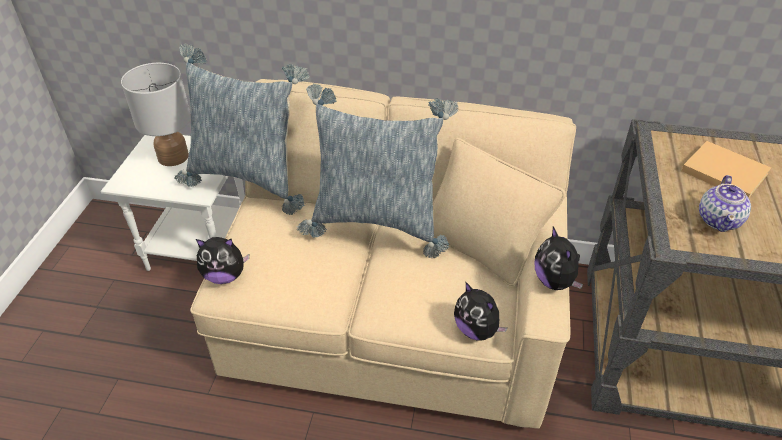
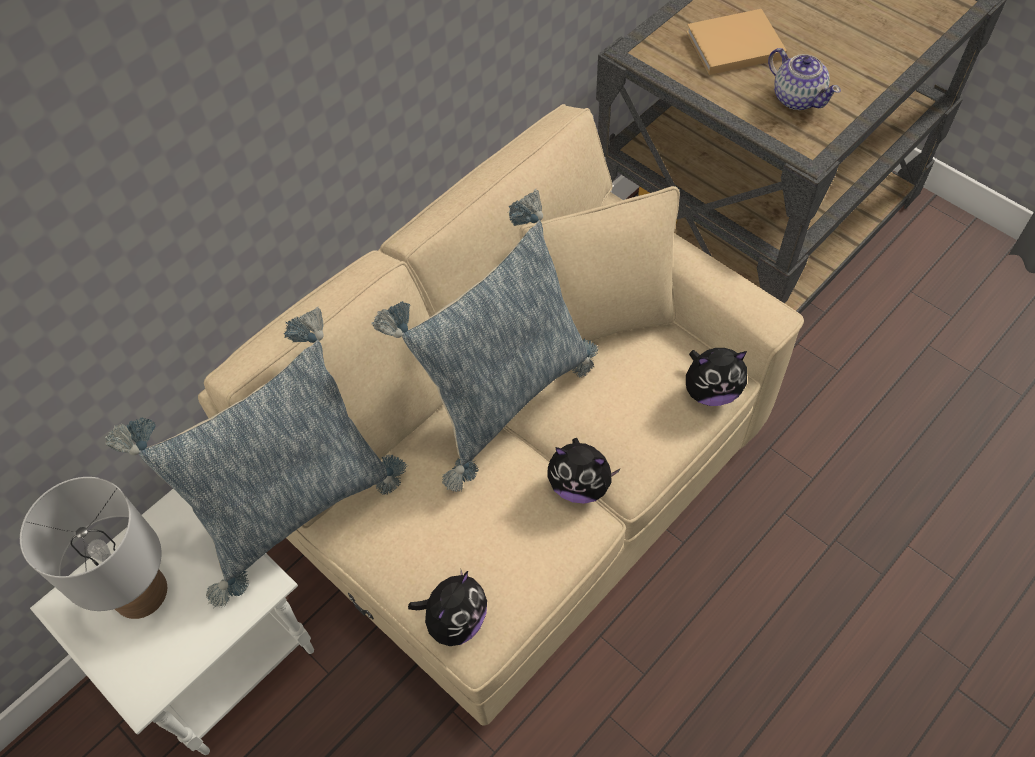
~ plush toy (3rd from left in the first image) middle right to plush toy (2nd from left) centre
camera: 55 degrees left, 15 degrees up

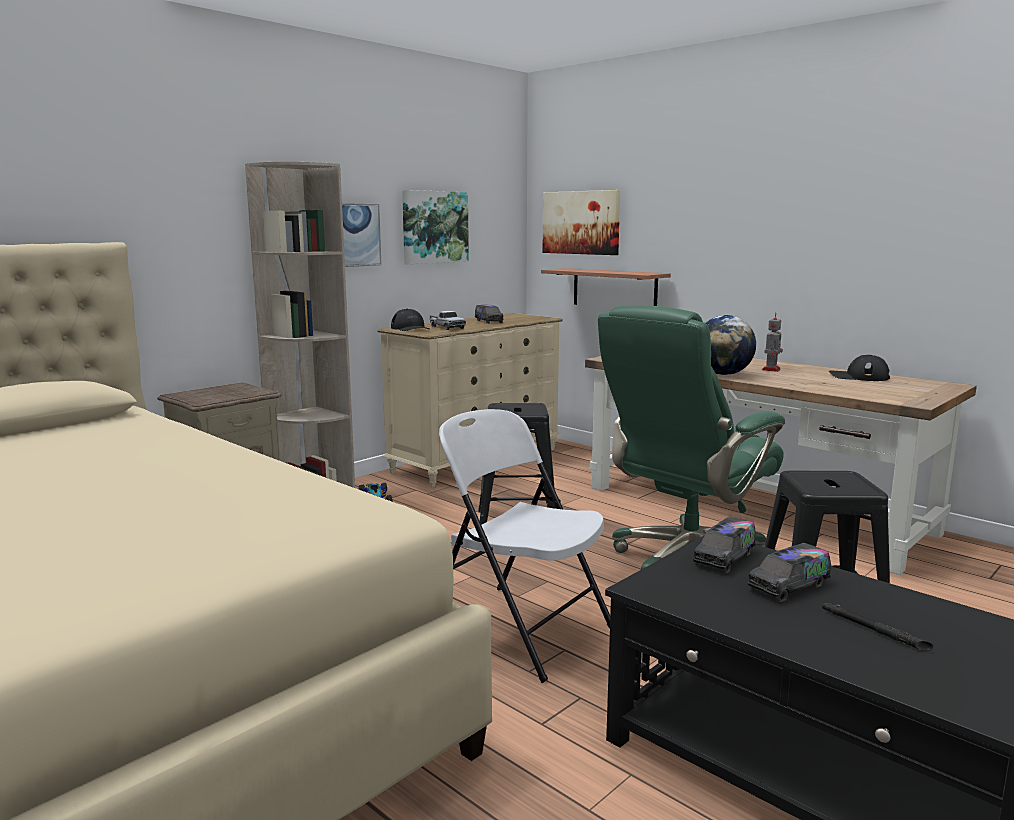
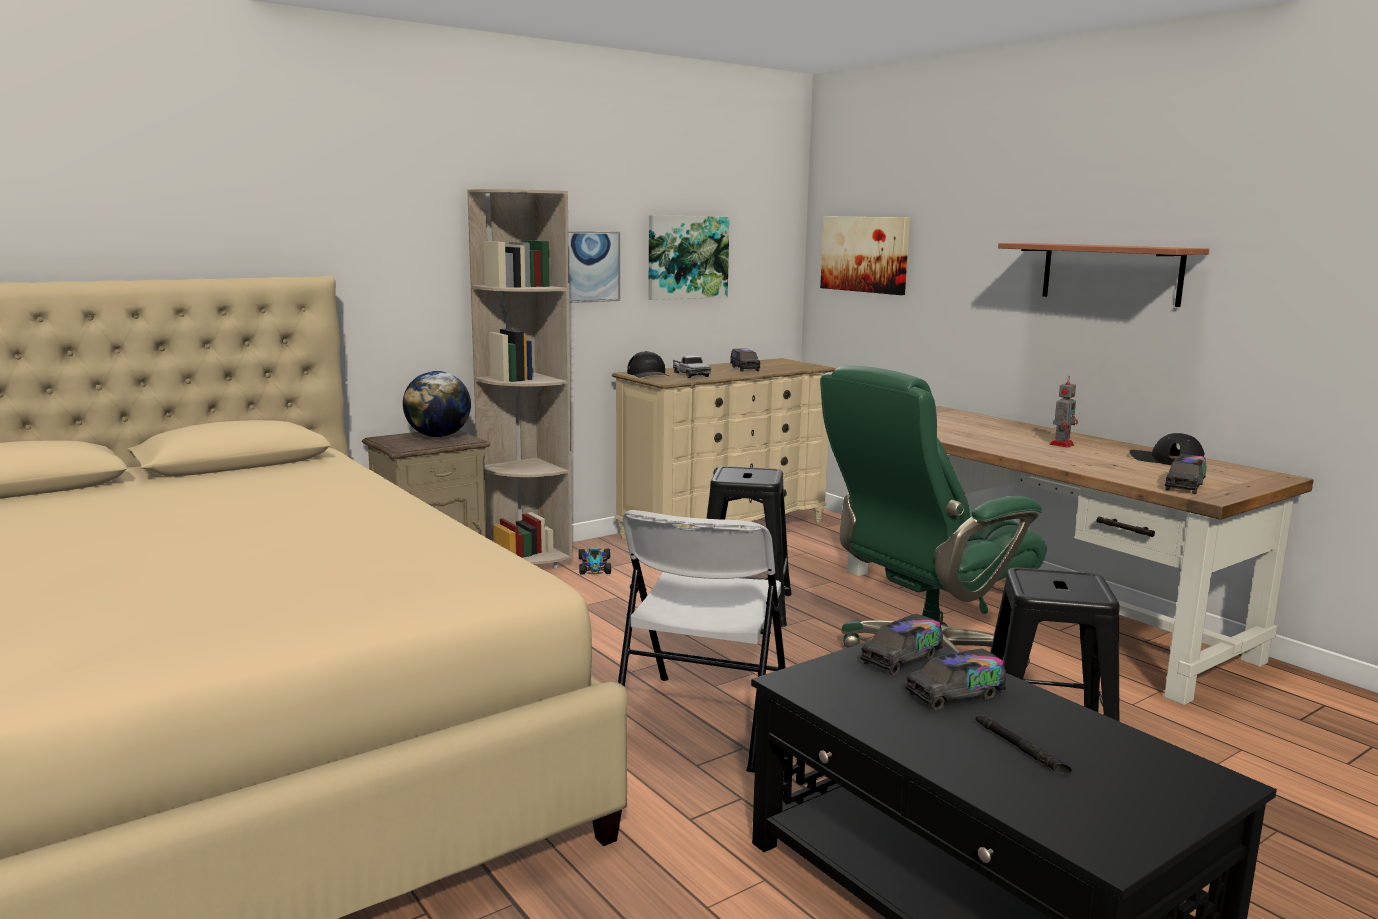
~ globe middle right to middle left
~ chair (white) centre = bottom centre 120 degrees counterclockwise
~ shelf centre to top right
+ toy truck (5th from left) middle right
camera: 10 degrees right, 0 degrees up

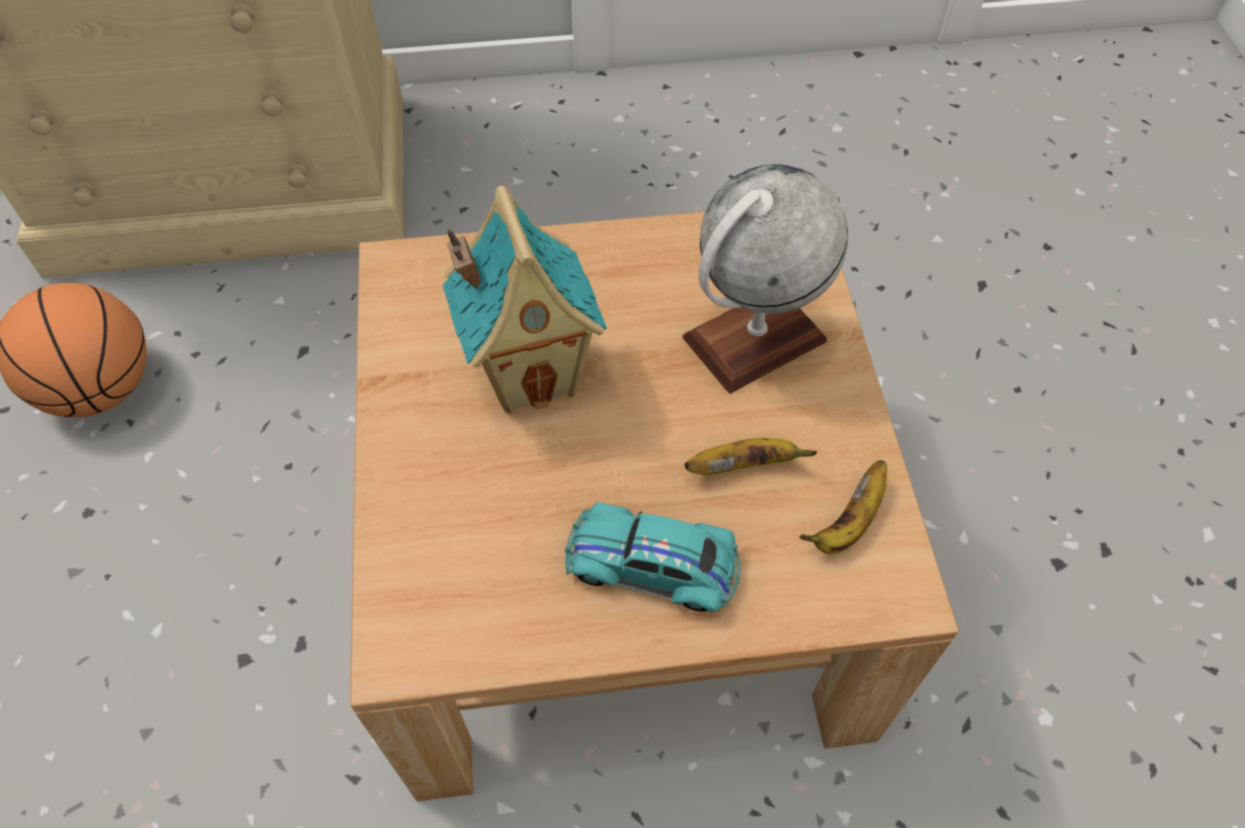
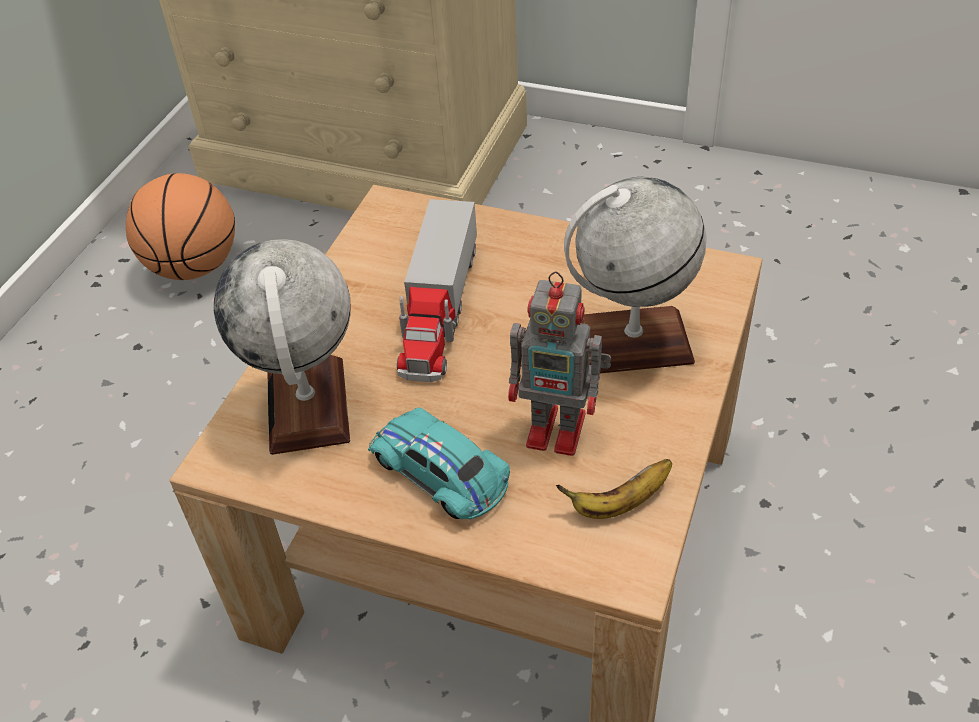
+ globe (1st from left) middle left
~ toy house centre to toy truck centre
~ banana (1st from left) centre to toy robot centre
camera: 30 degrees right, 10 degrees down

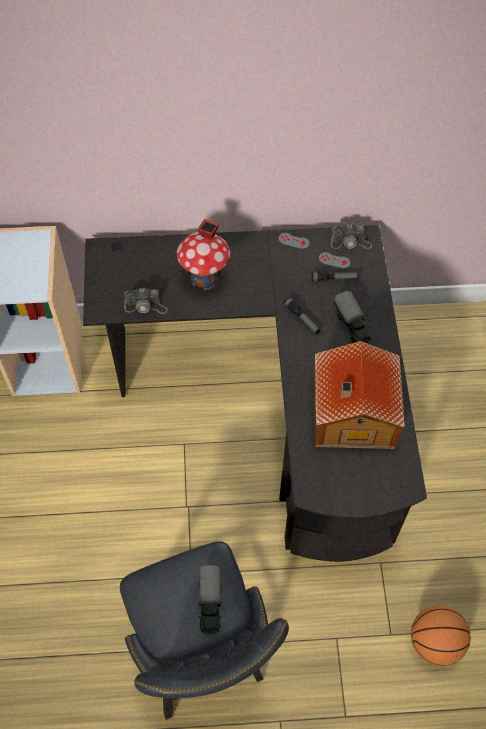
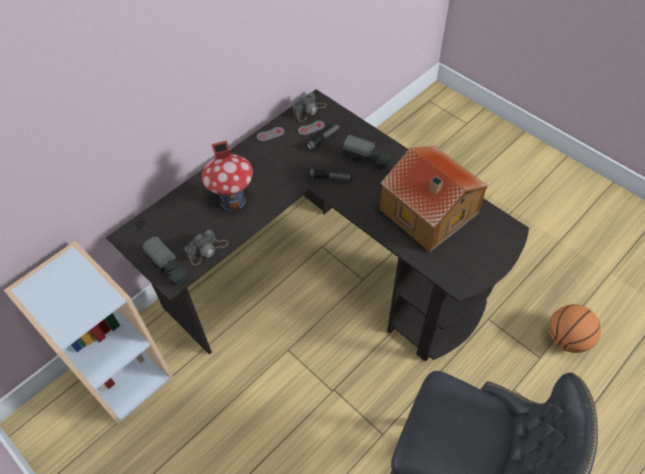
~ toy truck (1st from left) bottom centre to middle left
camera: 40 degrees left, 5 degrees down

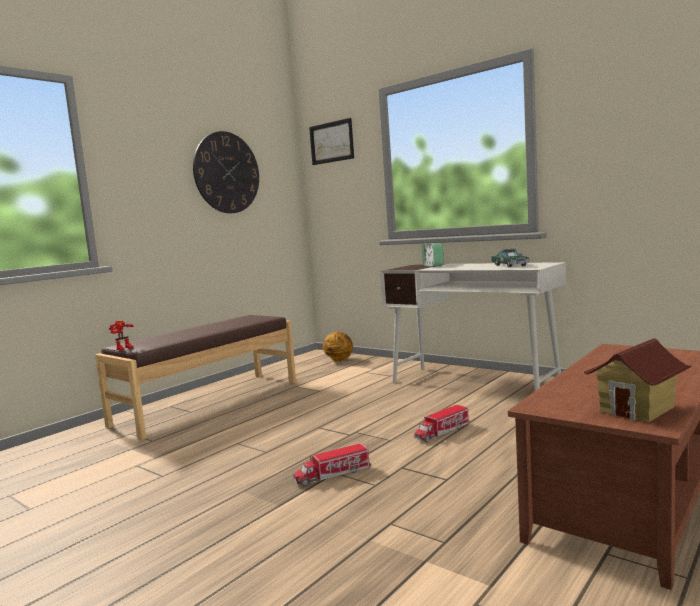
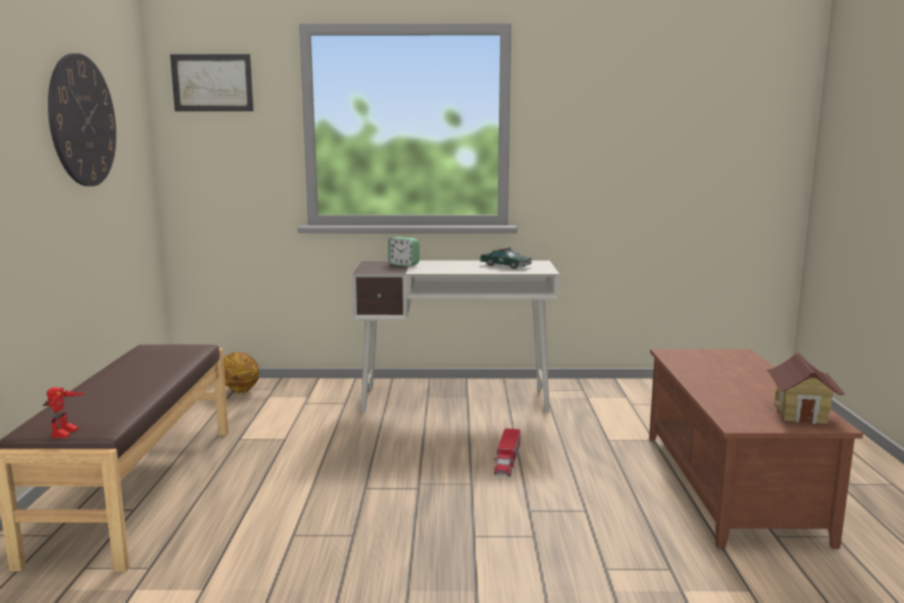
- toy truck (1st from left) bottom centre
camera: 40 degrees left, 5 degrees up

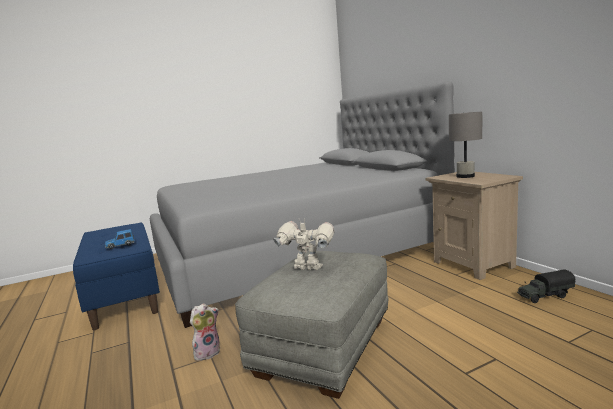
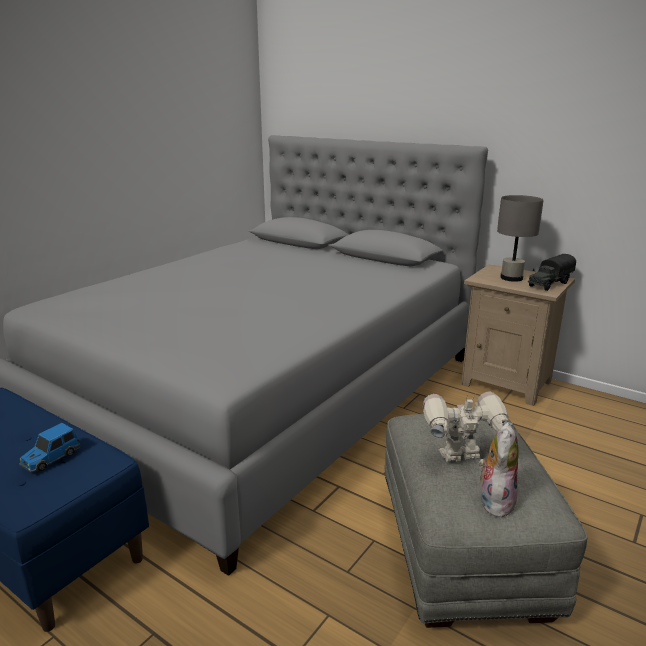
~ plush toy bottom centre to bottom right
~ toy truck bottom right to middle right
camera: 30 degrees left, 10 degrees up

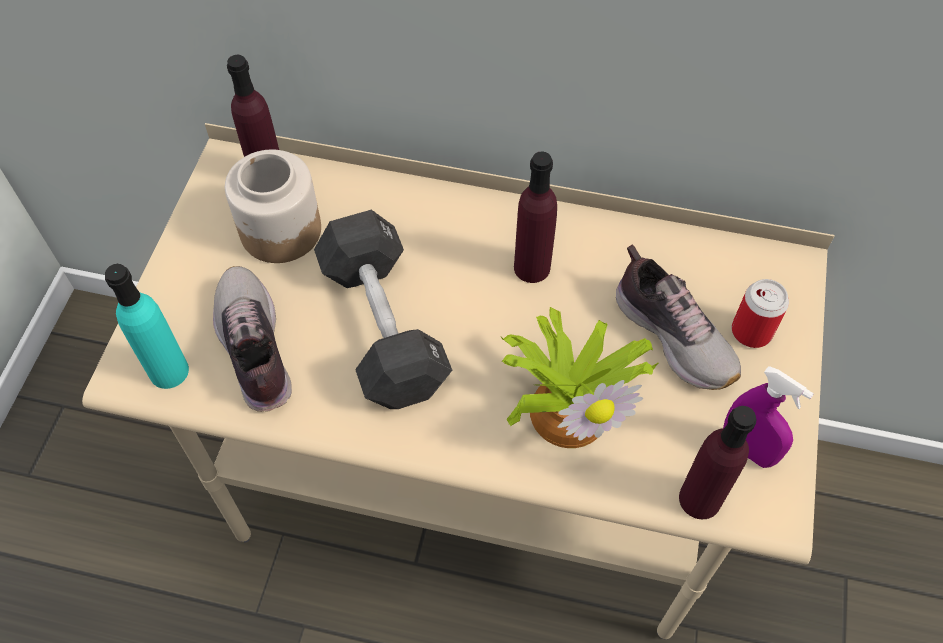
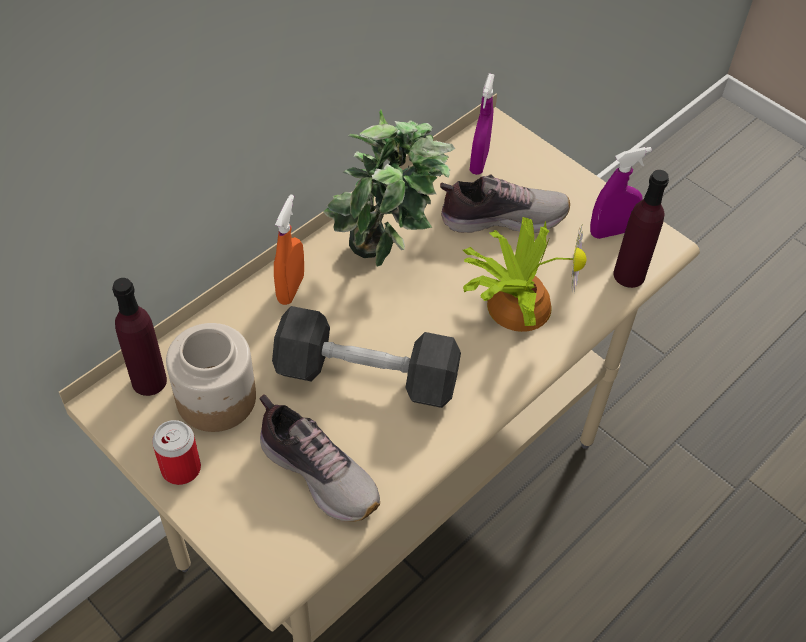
~ can middle right to bottom left
~ shoe (1st from left) middle left = bottom centre 150 degrees counterclockwise
+ spray bottle (orange) centre
~ bottle (purple) (2nd from left) centre to potted plant (1st from left) top centre
+ spray bottle (purple) (1st from left) top centre
- bottle (turquoise) middle left
camera: 60 degrees left, 5 degrees down

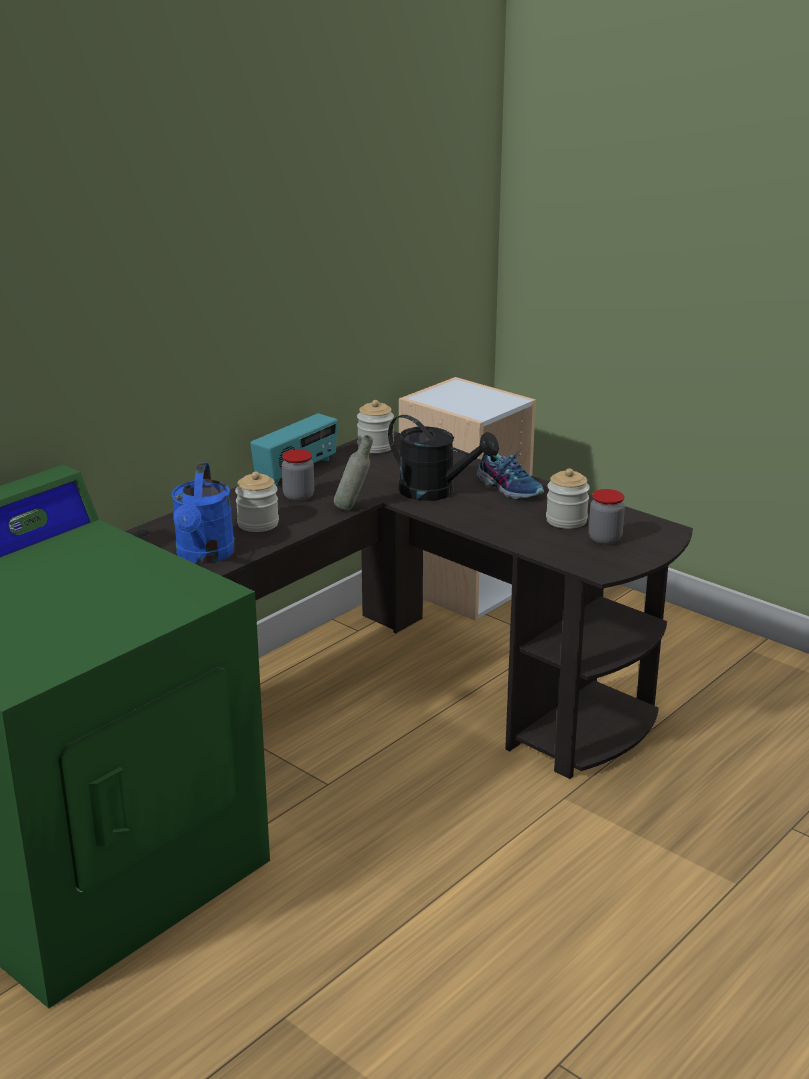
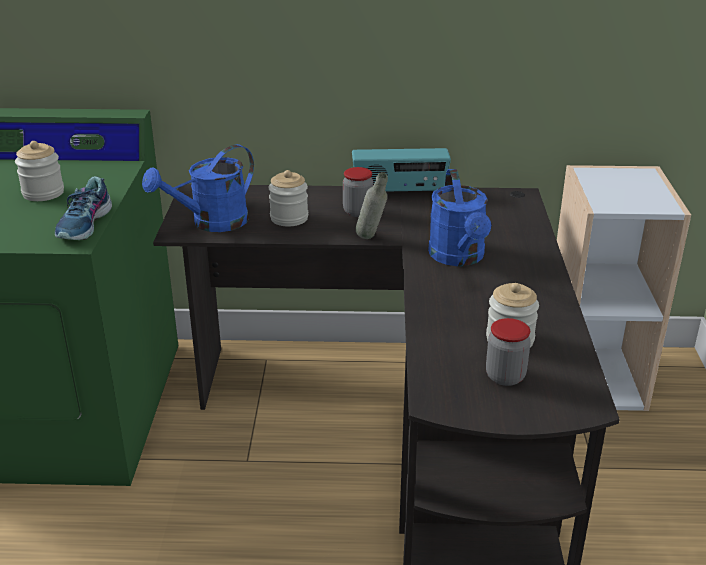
~ jar (3rd from left in the first image) centre to jar (1st from left) top left
~ shoe centre to middle left
~ watering can (black) centre to watering can (blue) (2nd from left) centre
camera: 50 degrees right, 5 degrees up

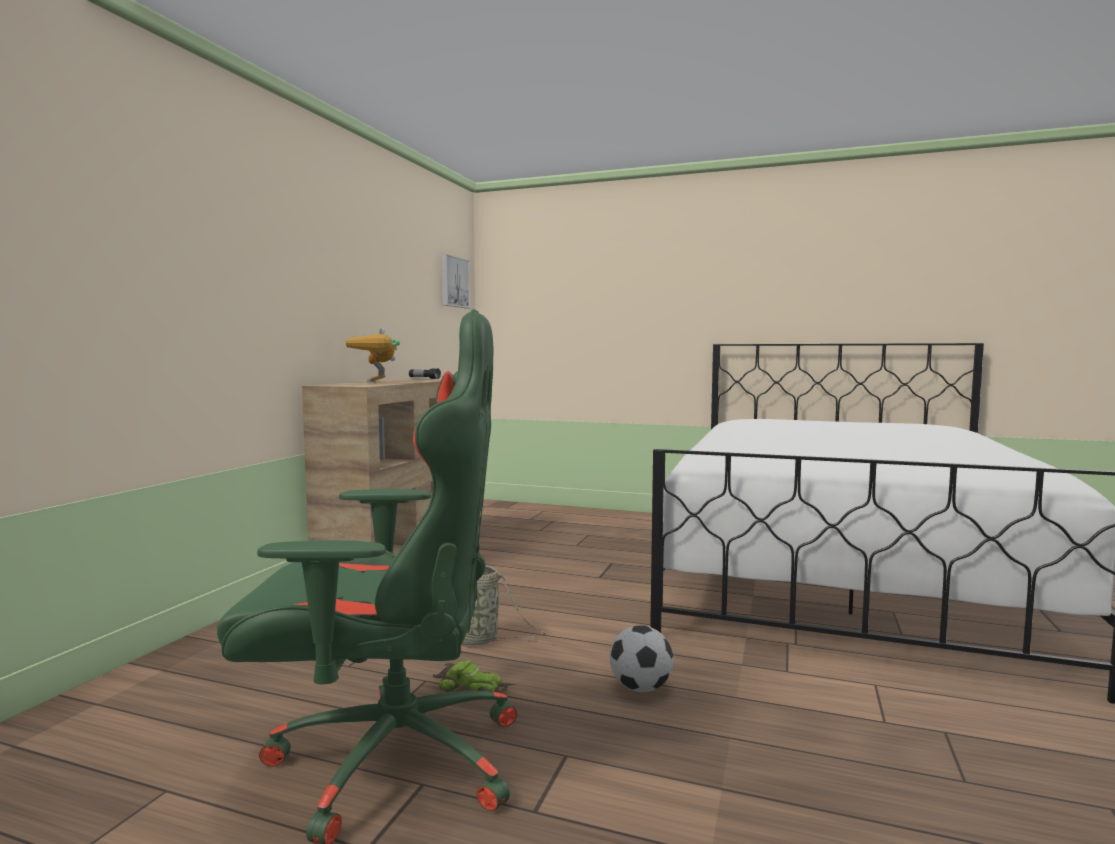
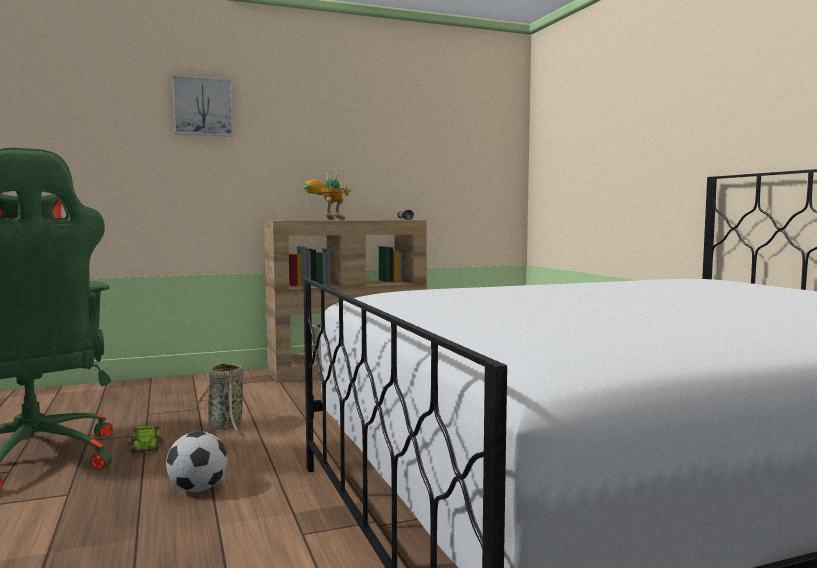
~ picture top centre to top left
~ toy robot centre = centre 60 degrees clockwise
camera: 50 degrees right, 0 degrees up

